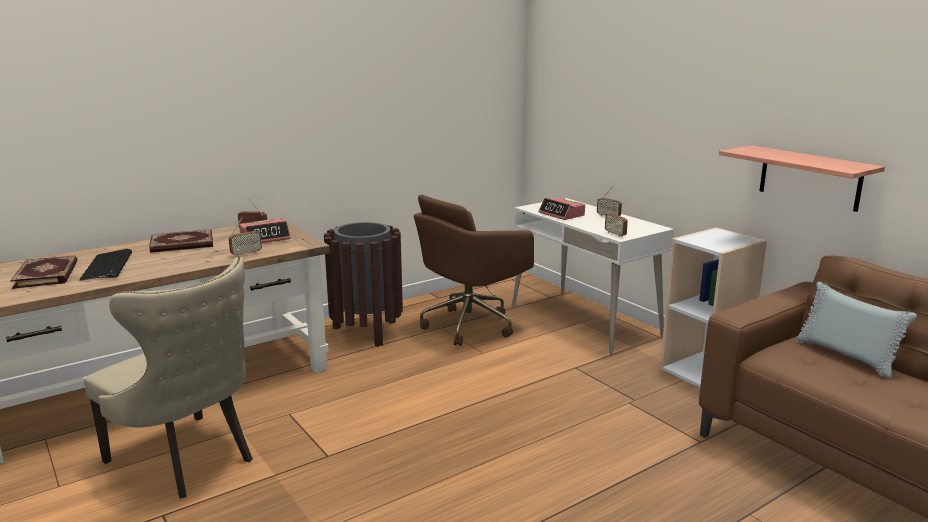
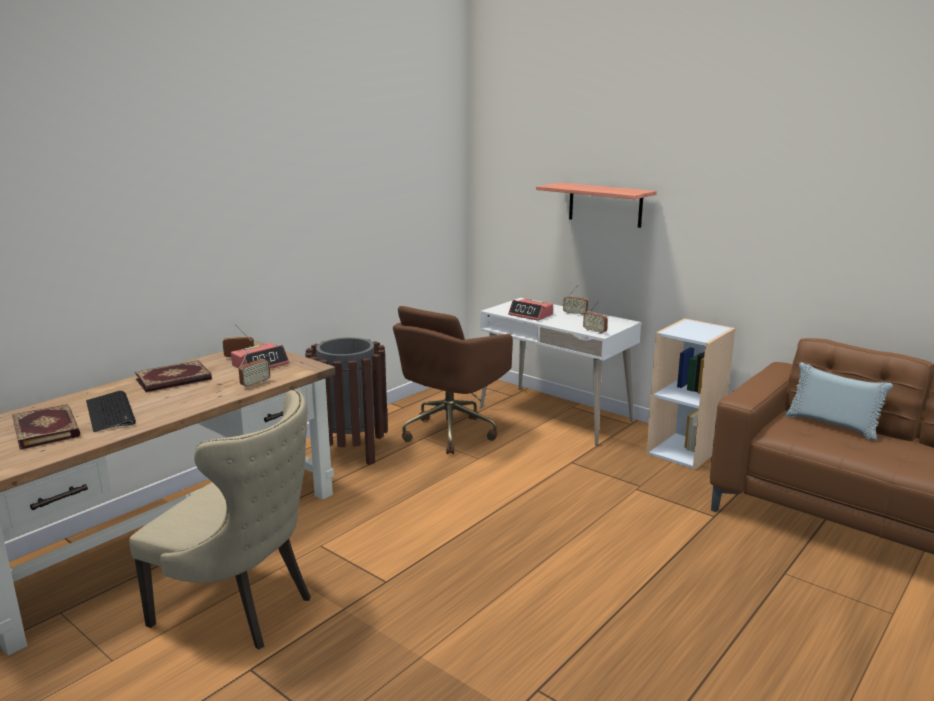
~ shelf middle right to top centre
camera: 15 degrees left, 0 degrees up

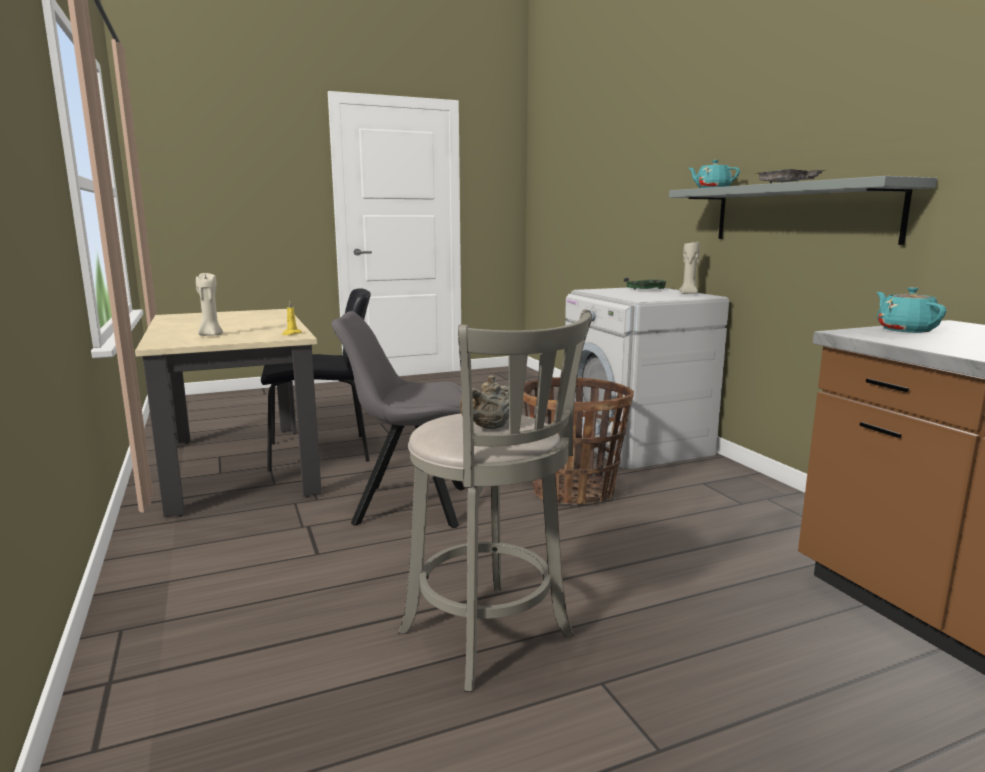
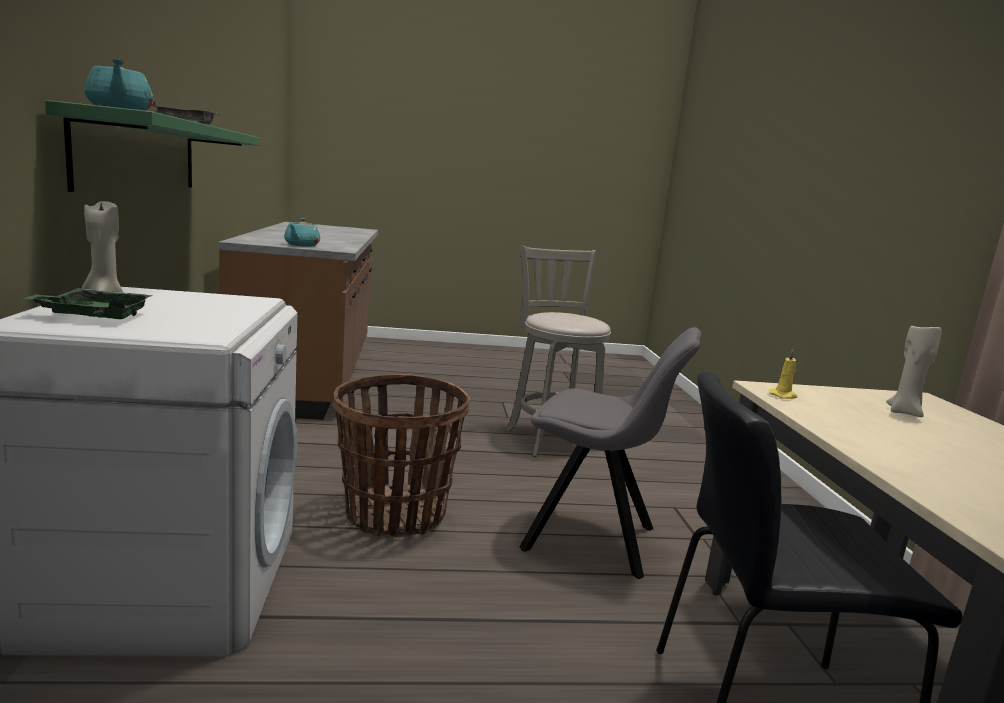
~ shelf (grey) top right to shelf (green) top left
- teapot (beige) centre
camera: 165 degrees left, 0 degrees up

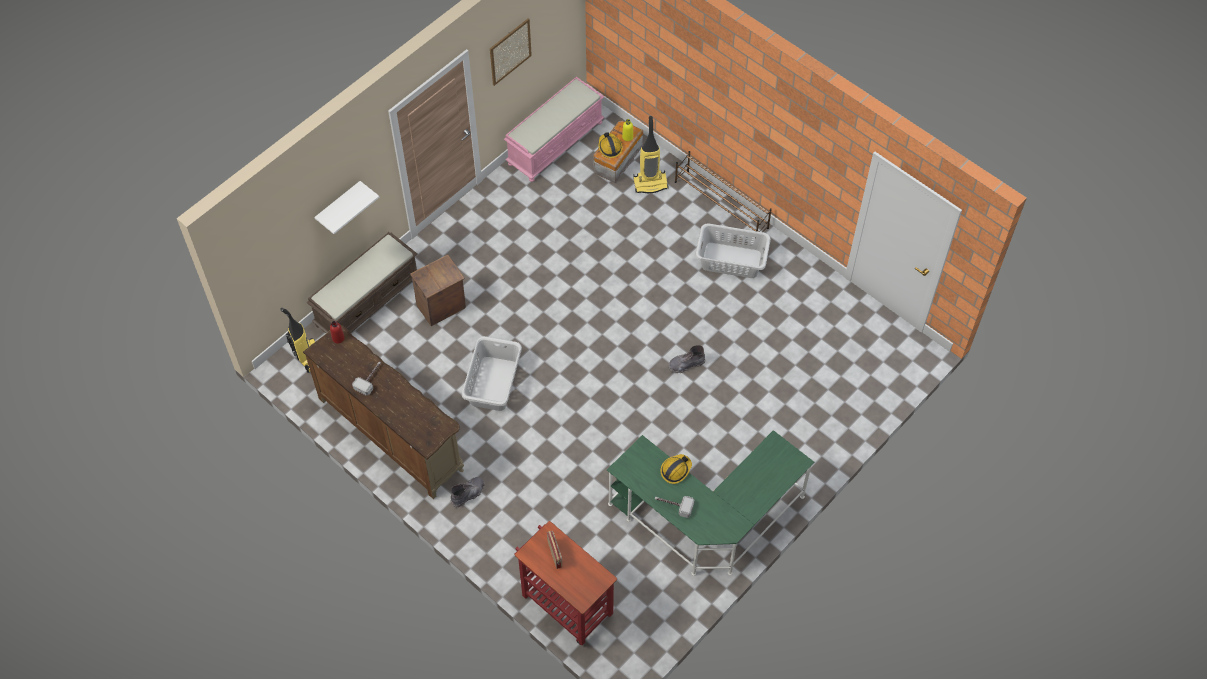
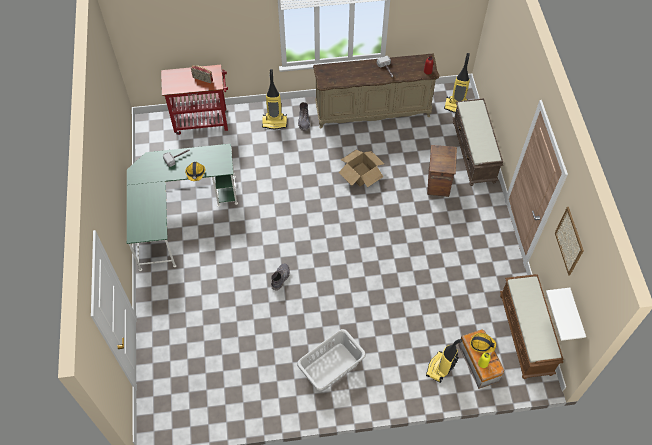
+ vacuum cleaner (1st from left) top centre
~ laundry basket (grey) (1st from left) centre to cardboard box centre
~ bench (pink) top centre to bench (brown) (2nd from left) bottom right
~ shelf (white) top left to bottom right
- shoe rack (brown) top centre
camera: 130 degrees right, 0 degrees up

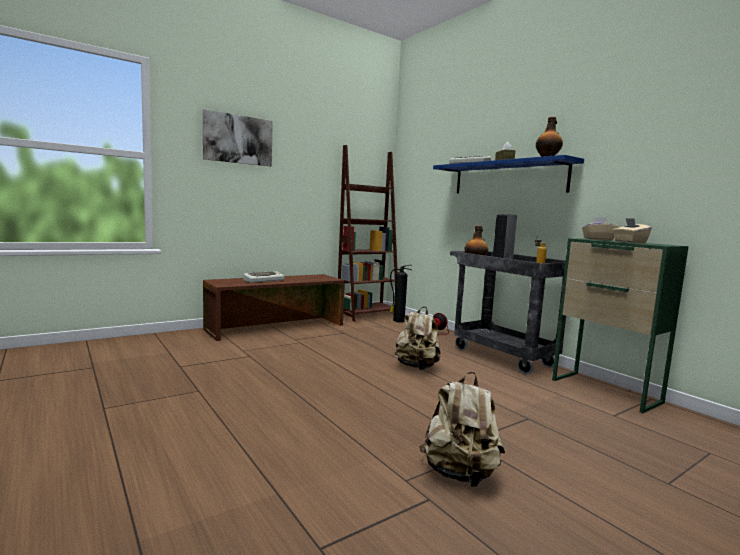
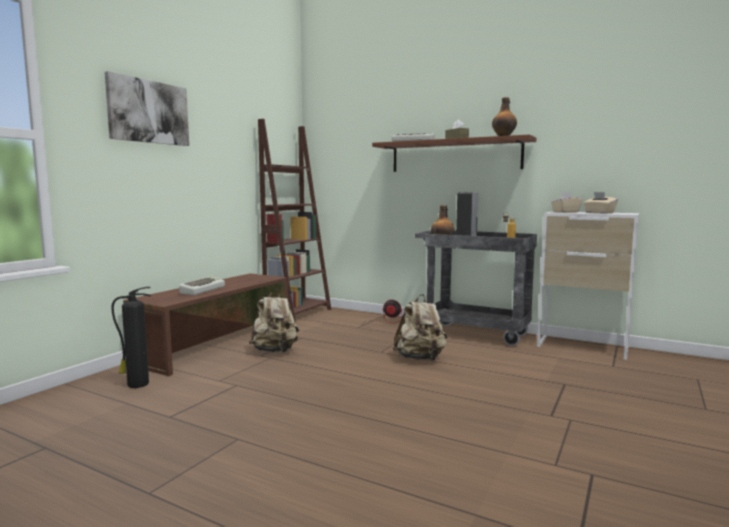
~ fire extinguisher centre to middle left
~ backpack (beige) (2nd from left in the first image) bottom centre to backpack (beige) (1st from left) centre
~ shelf (blue) top right to shelf (brown) top centre
~ cabinet (green) middle right to cabinet (white) middle right
camera: 25 degrees left, 0 degrees up

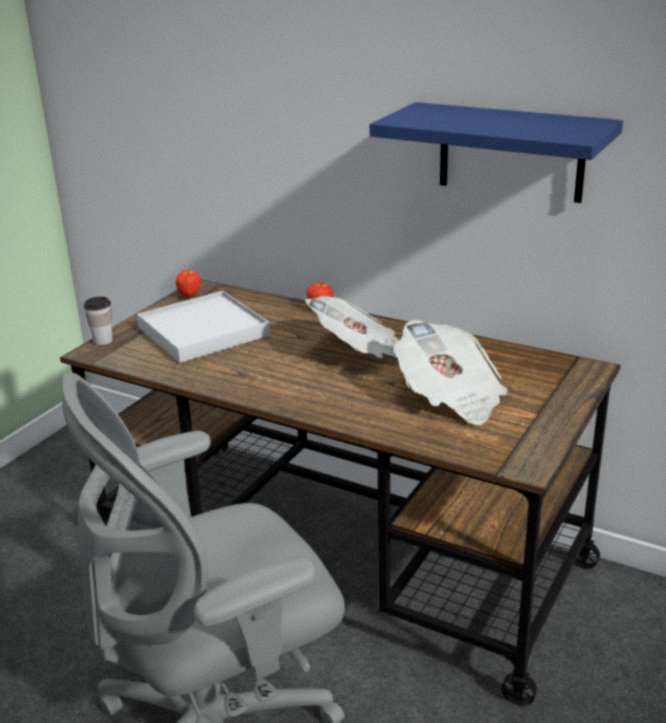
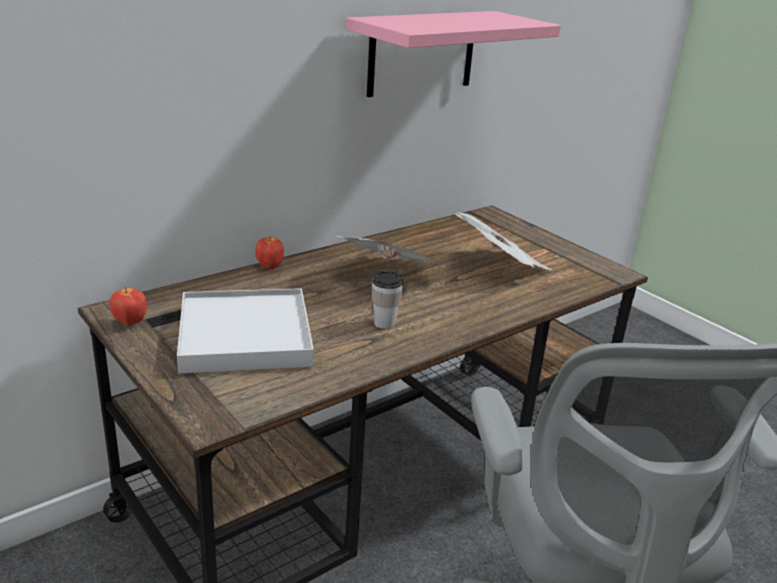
~ shelf (blue) top right to shelf (pink) top centre
~ cup middle left to centre
camera: 70 degrees left, 0 degrees up

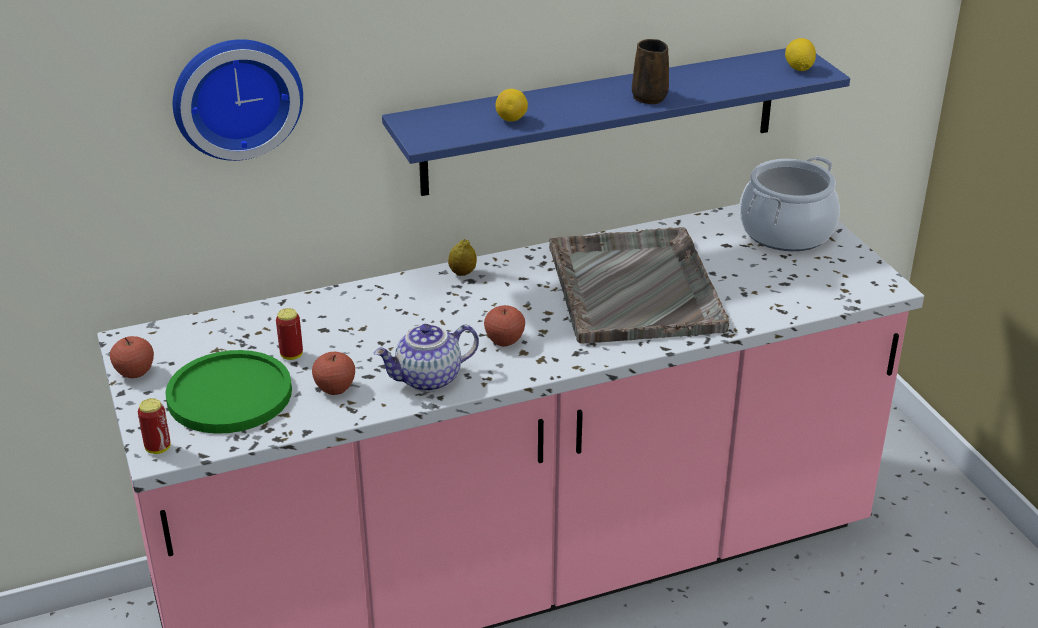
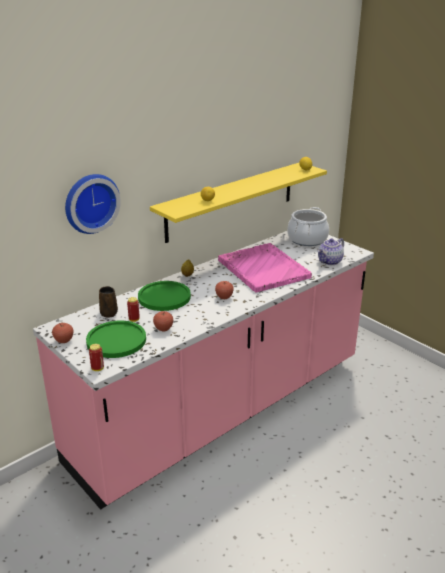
~ mug (brown) top centre to middle left
+ plate (green) (2nd from left) centre
~ shelf (blue) top centre to shelf (yellow) centre
~ tray (grey) centre to tray (pink) centre
~ teapot centre to middle right
camera: 20 degrees left, 5 degrees down

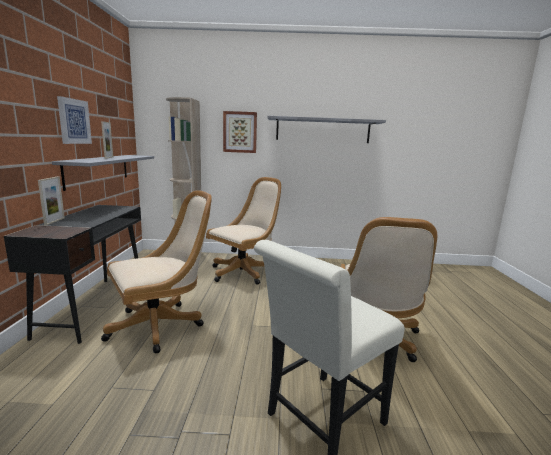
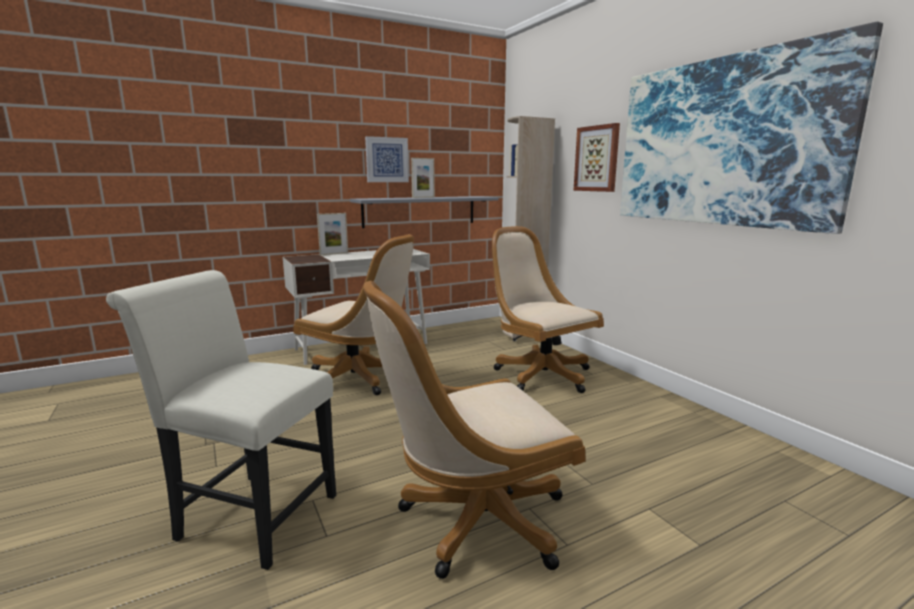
~ desk (black) middle left to desk (white) centre
~ office chair (2nd from left in the first image) centre = centre 135 degrees counterclockwise
~ shelf (grey) (2nd from left) top centre to picture (3rd from left) top right
camera: 60 degrees right, 0 degrees up

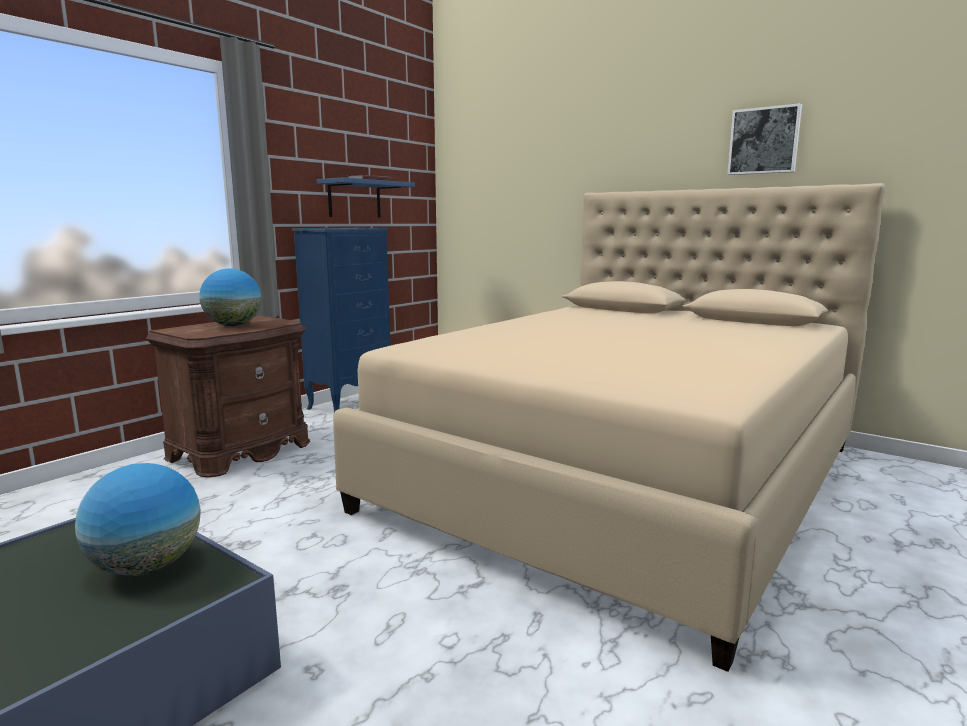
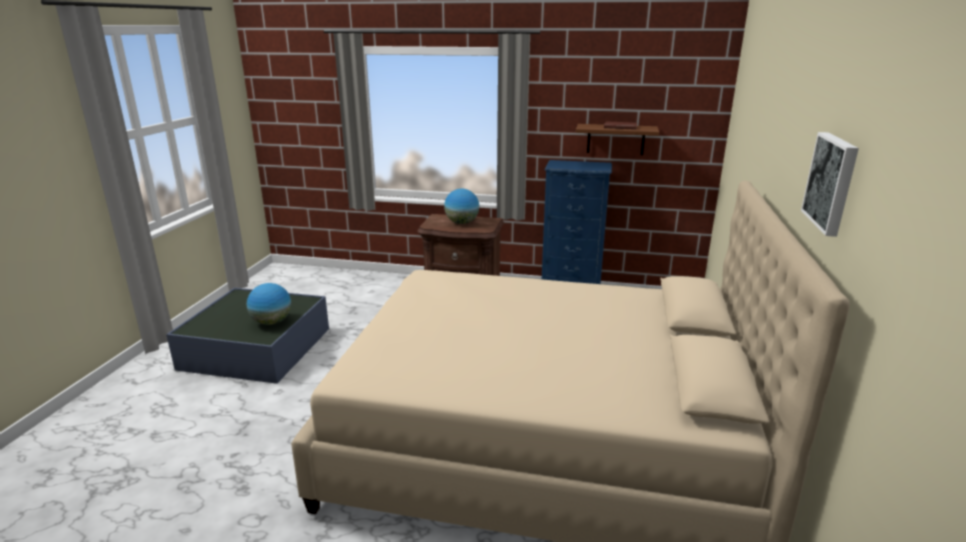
~ shelf (blue) top centre to shelf (brown) top centre
camera: 65 degrees right, 10 degrees up

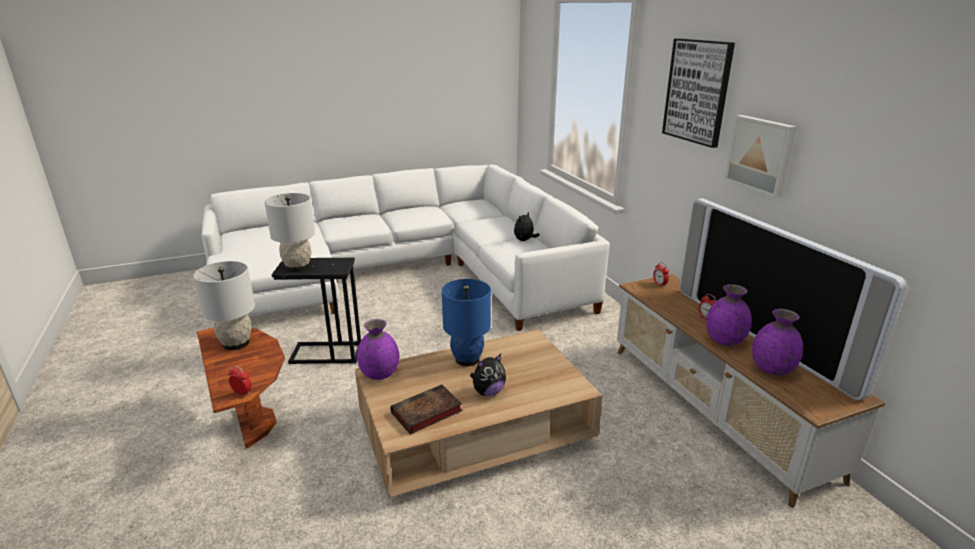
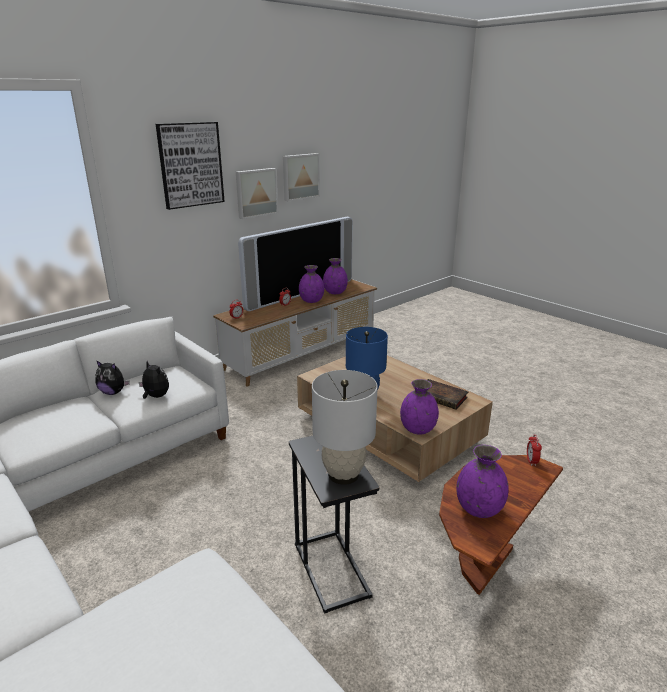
~ plush toy (1st from left in the first image) bottom centre to plush toy (2nd from left) middle left
+ picture (3rd from left) top centre
~ table lamp (white) (1st from left) middle left to vase (purple) (4th from left) bottom right
camera: 110 degrees left, 0 degrees up

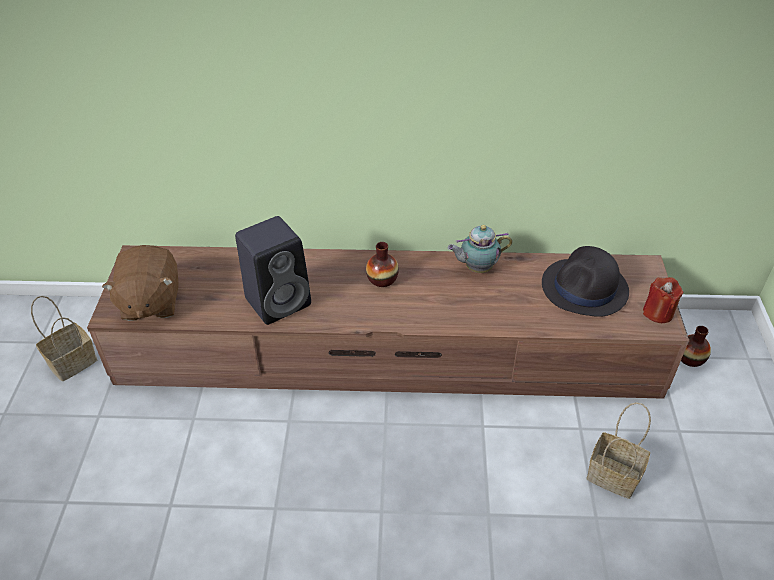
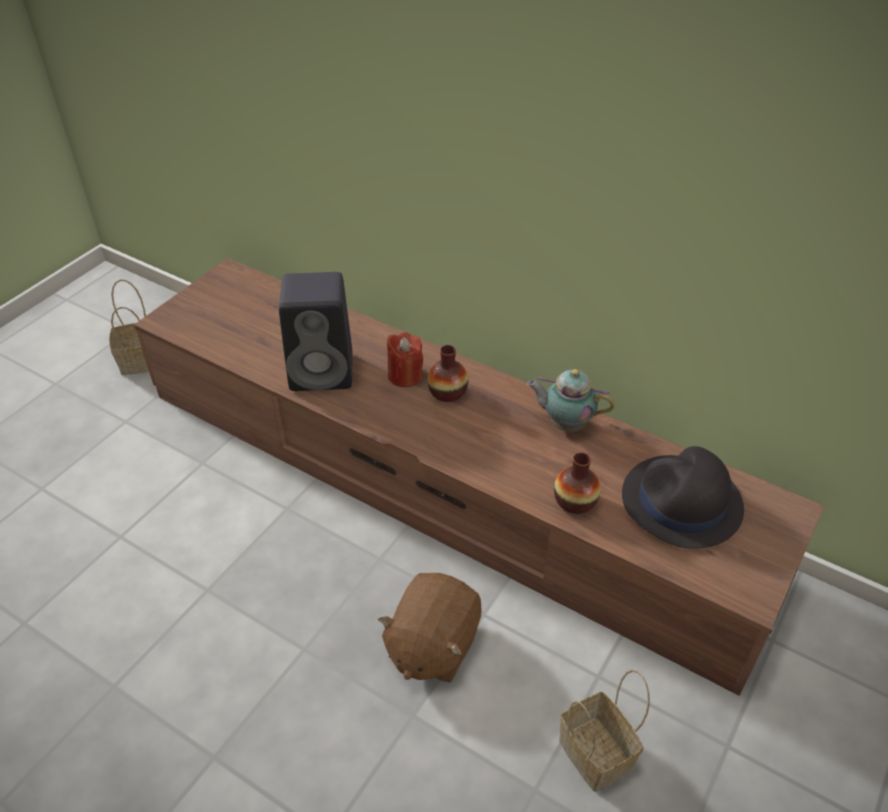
~ plush toy (brown) middle left to bottom centre
~ candle (red) middle right to centre
~ vase (2nd from left) middle right to centre
camera: 30 degrees right, 0 degrees up

